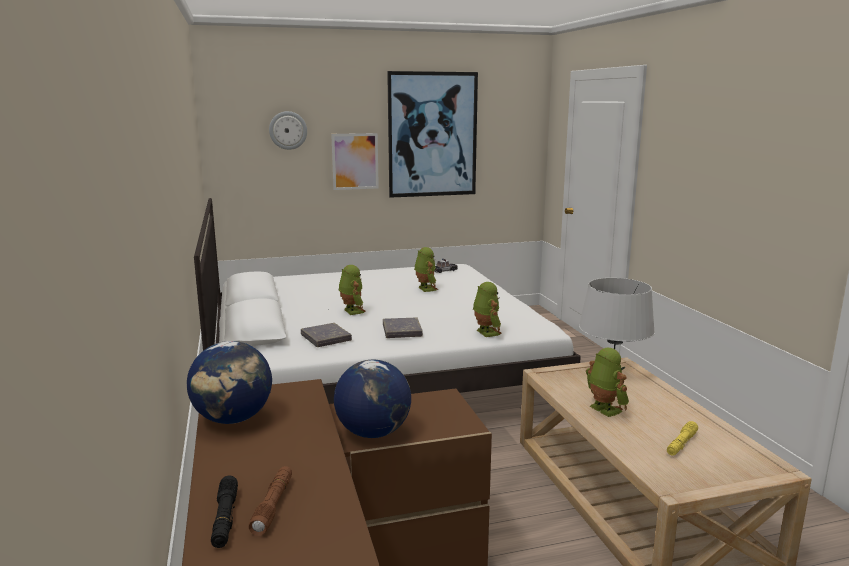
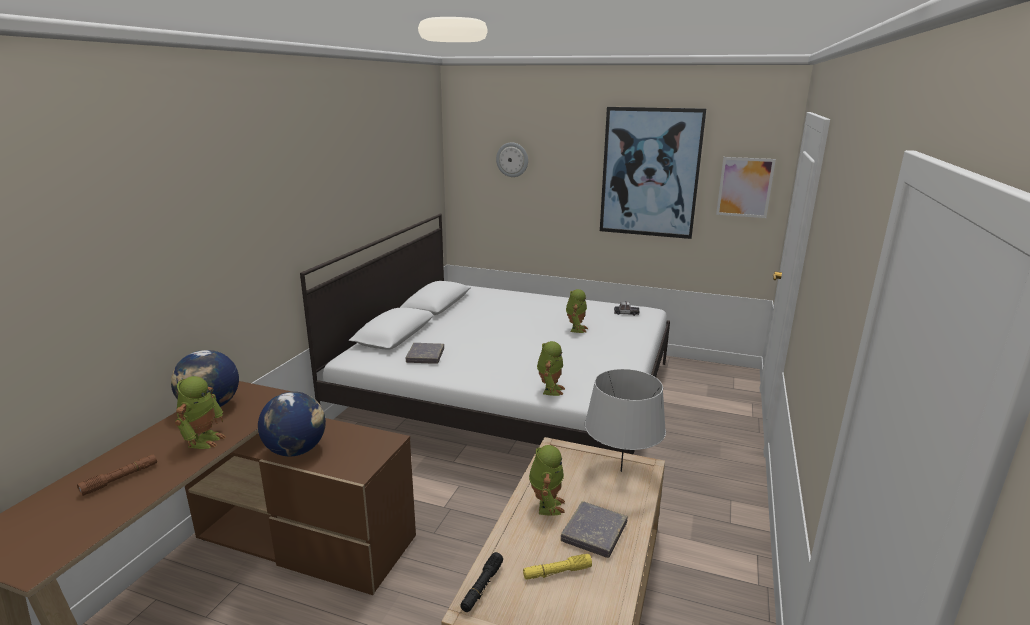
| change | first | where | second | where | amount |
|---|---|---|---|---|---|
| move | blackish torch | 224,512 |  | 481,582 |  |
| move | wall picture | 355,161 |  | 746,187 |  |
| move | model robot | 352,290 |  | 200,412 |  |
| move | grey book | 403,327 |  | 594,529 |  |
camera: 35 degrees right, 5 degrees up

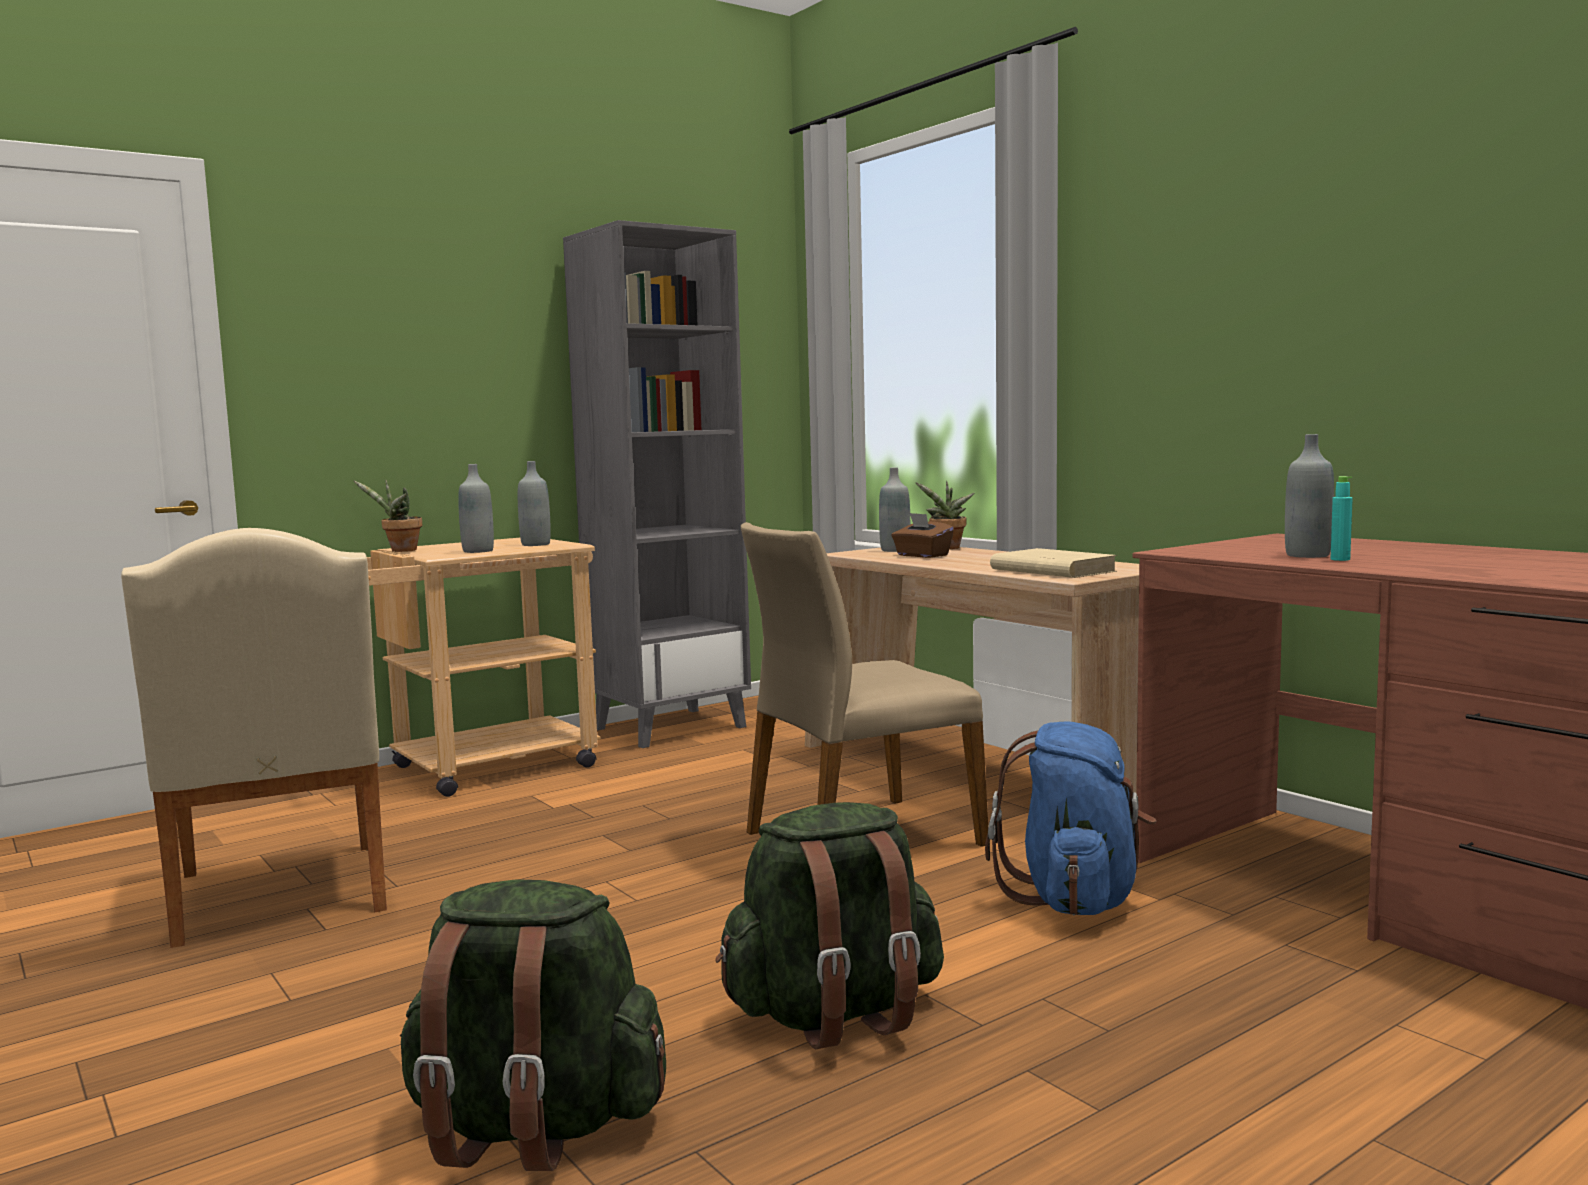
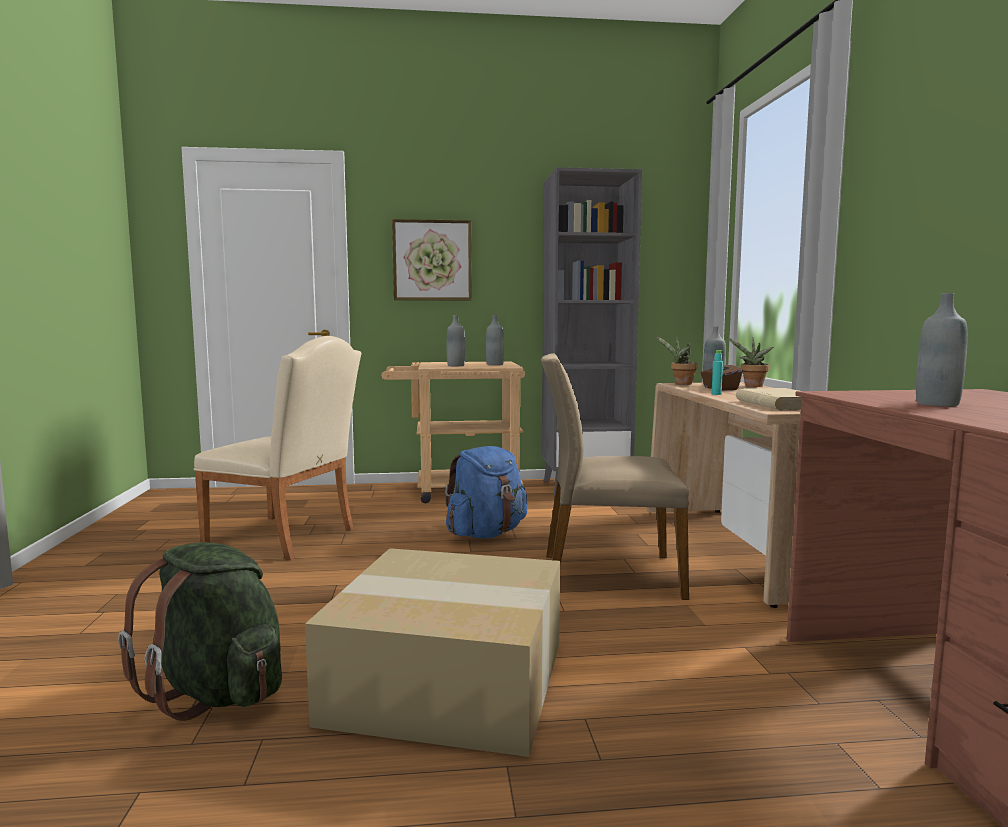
| change | first | where | second | where | amount |
|---|---|---|---|---|---|
| insert |  |  | wall picture | 432,259 |  |
| move | potted plant | 387,516 |  | 677,360 |  |
| move | bluish knapsack | 1070,818 |  | 486,492 |  |
| move | blue-green bottle | 1342,518 |  | 717,372 |  |
| replace | greenish knapsack | 829,926 | packing box | 432,652 |  |
| rotate | beige-coloured upright chair | 254,738 |  | 278,448 | 75 degrees counterclockwise |
camera: 30 degrees right, 0 degrees up

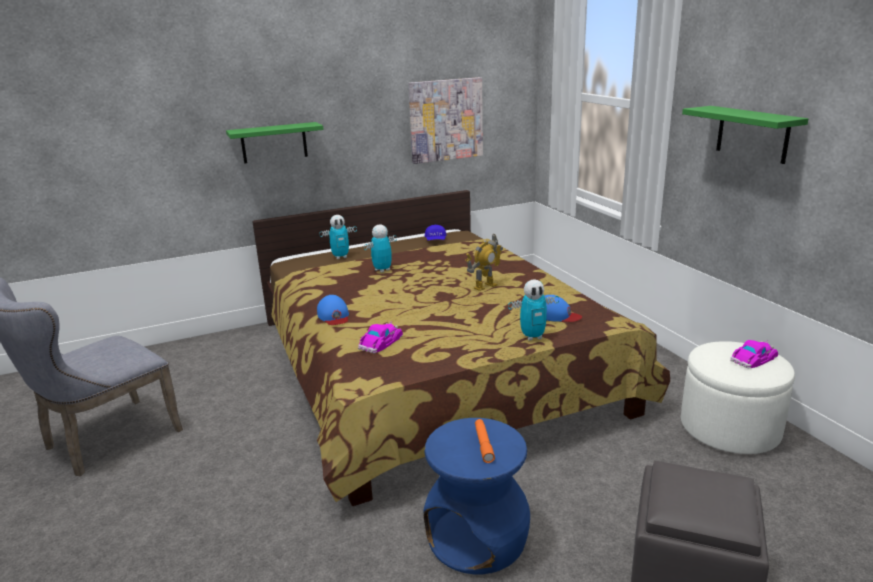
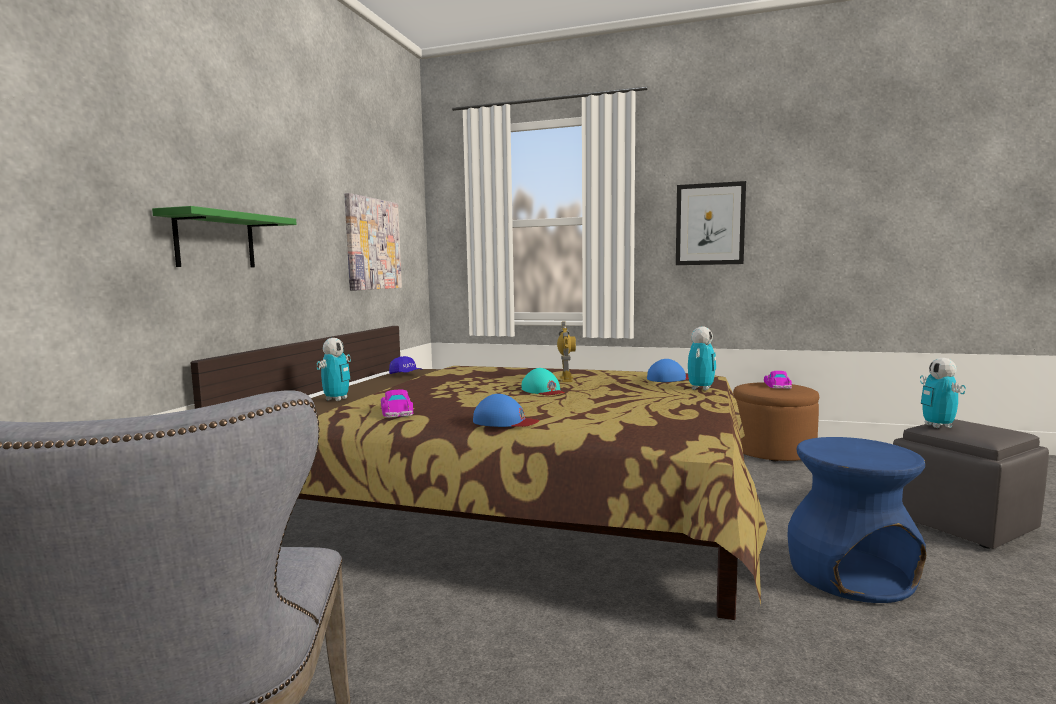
| change | first | where | second | where | amount |
|---|---|---|---|---|---|
| delete | orange-coloured torch | 485,441 |  |  |  |
| insert |  |  | blue-green baseball cap | 543,381 |  |
| move | miniature car | 380,337 |  | 397,403 |  |
| move | model robot | 380,248 |  | 943,393 |  |
| replace | greenish wall shelf | 745,135 | wall picture | 711,223 |  |
| recolor | whitish ottoman | 738,397 | brownish ottoman | 776,421 |  |
camera: 50 degrees left, 15 degrees down

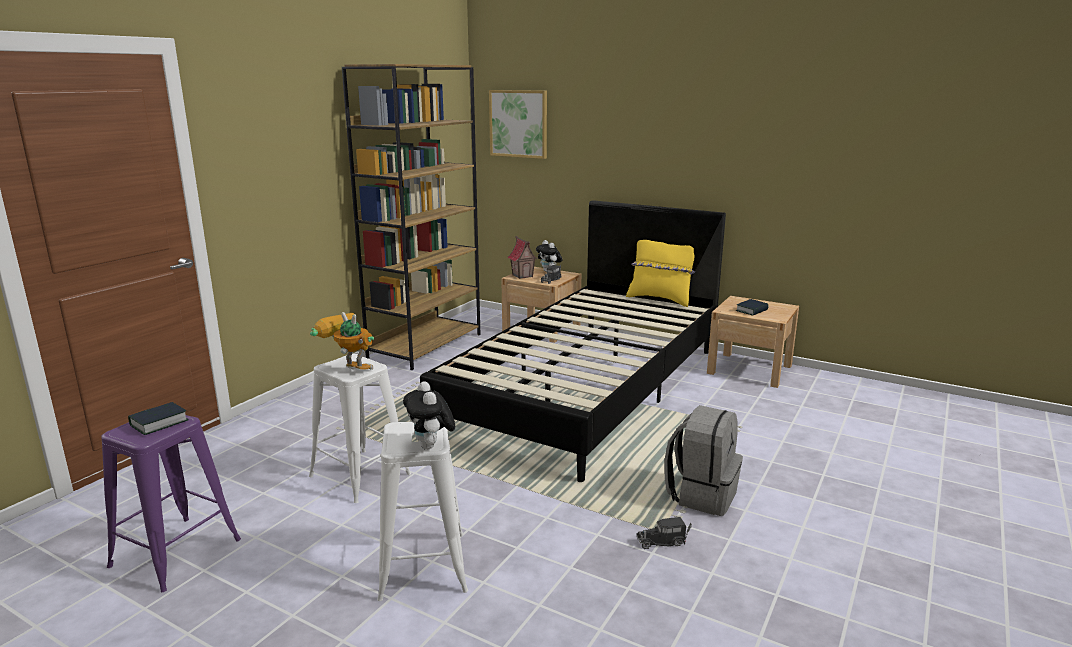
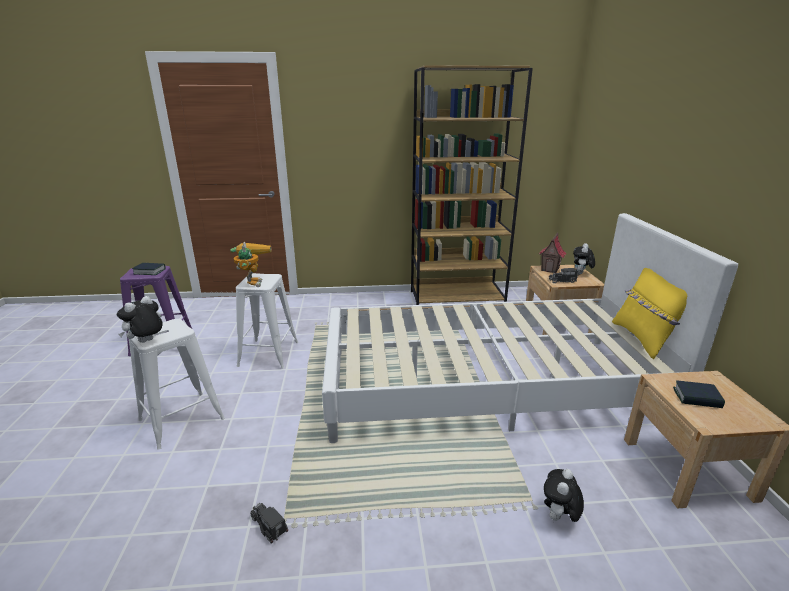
| change | first | where | second | where | amount |
|---|---|---|---|---|---|
| delete | wall picture | 518,124 |  |  |  |
| delete | grey knapsack | 703,460 |  |  |  |
| insert |  |  | plush toy | 564,495 |  |
| recolor | blackish bedroom bed | 573,341 | whitish bedroom bed | 530,328 |  |
camera: 55 degrees right, 5 degrees up

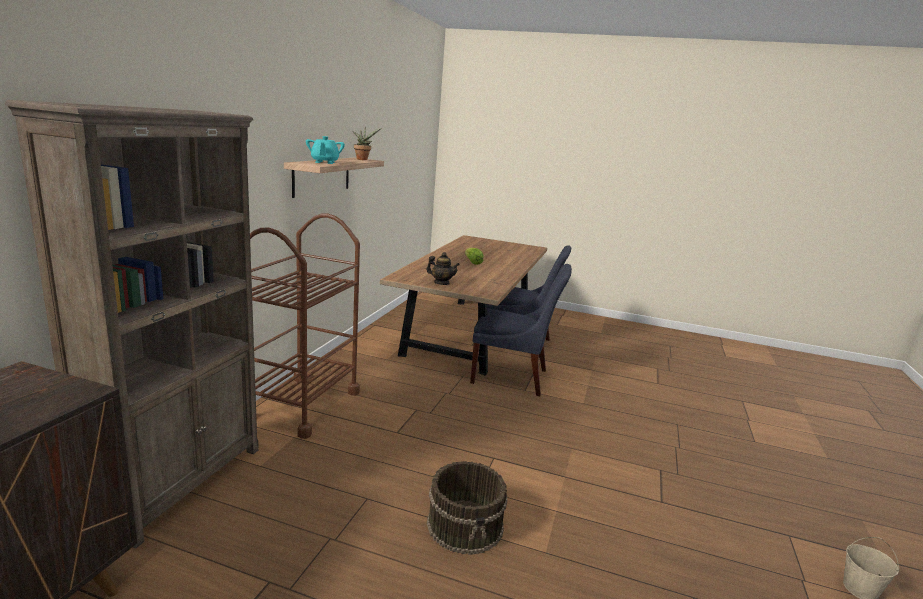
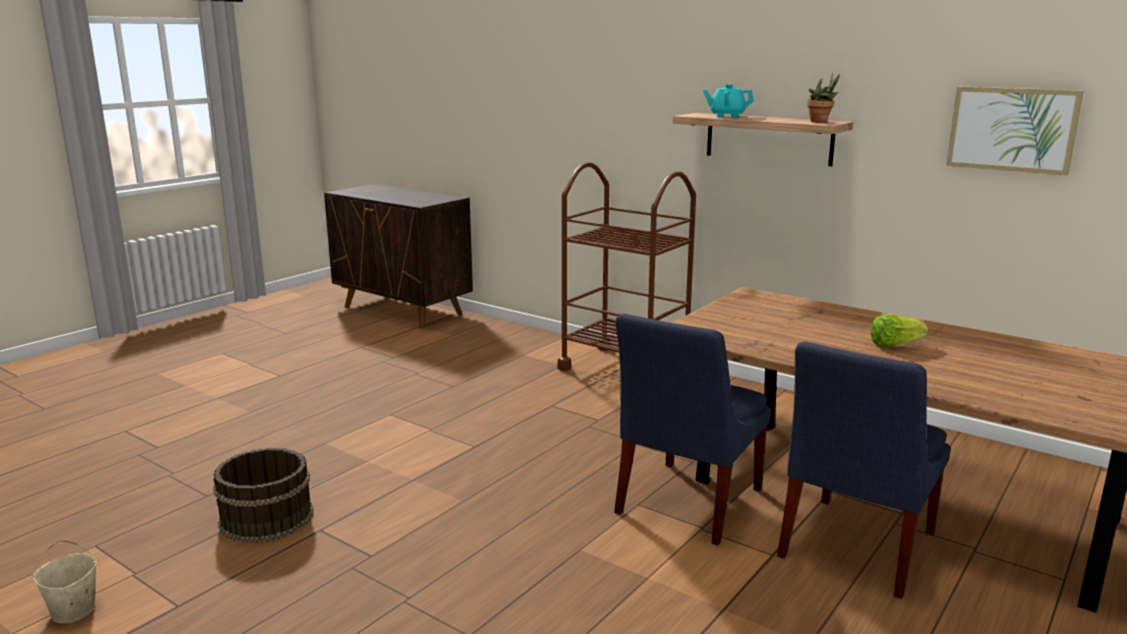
| change | first | where | second | where | amount |
|---|---|---|---|---|---|
| delete | brownish bookshelf | 132,324 |  |  |  |
| delete | tea pot | 443,268 |  |  |  |
| insert |  |  | wall picture | 1015,131 |  |
| move | brownish pail | 467,508 |  | 263,495 |  |
camera: 110 degrees right, 0 degrees up

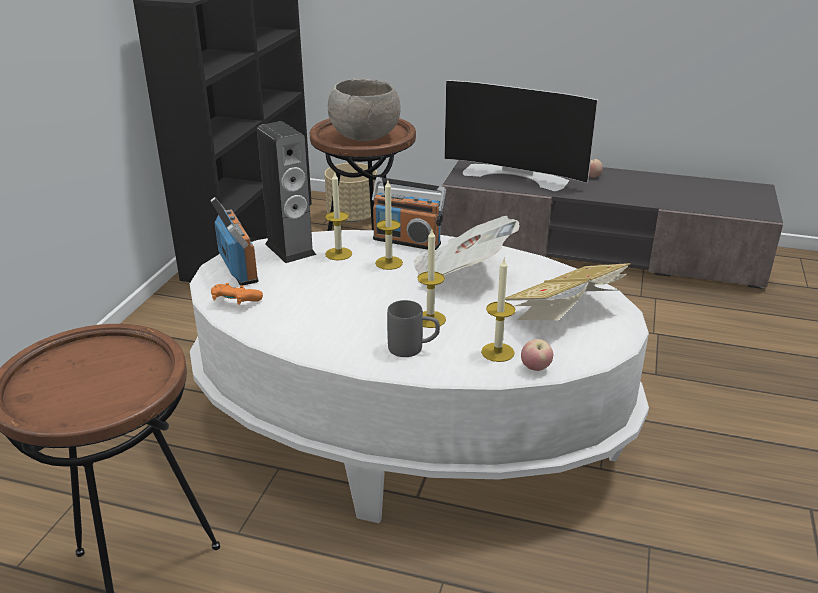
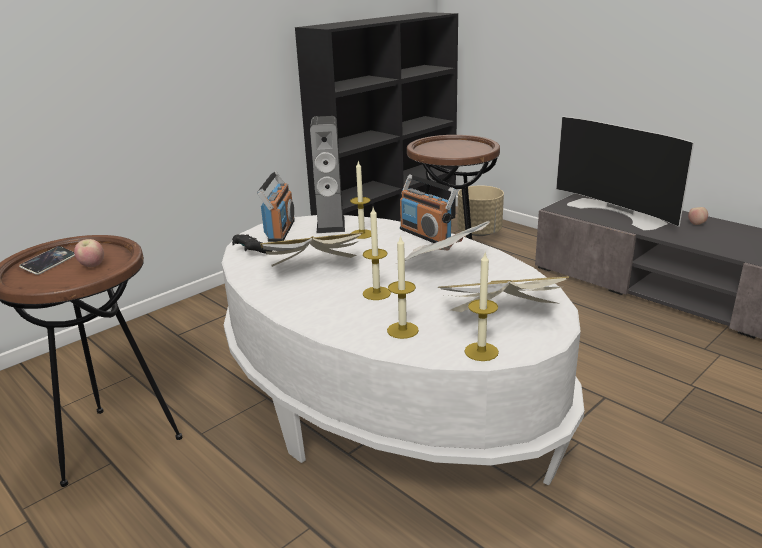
| change | first | where | second | where | amount |
|---|---|---|---|---|---|
| delete | grey bowl | 364,109 |  |  |  |
| delete | grey tea mug | 413,328 |  |  |  |
| insert |  |  | phone | 47,260 |  |
| insert |  |  | book | 311,249 |  |
| move | wax light | 389,225 |  | 482,306 |  |
| move | whole apple | 537,355 |  | 89,253 |  |
| recolor | orange-coloured joypad | 237,294 | blackish joypad | 252,244 |  |
camera: 30 degrees right, 5 degrees down

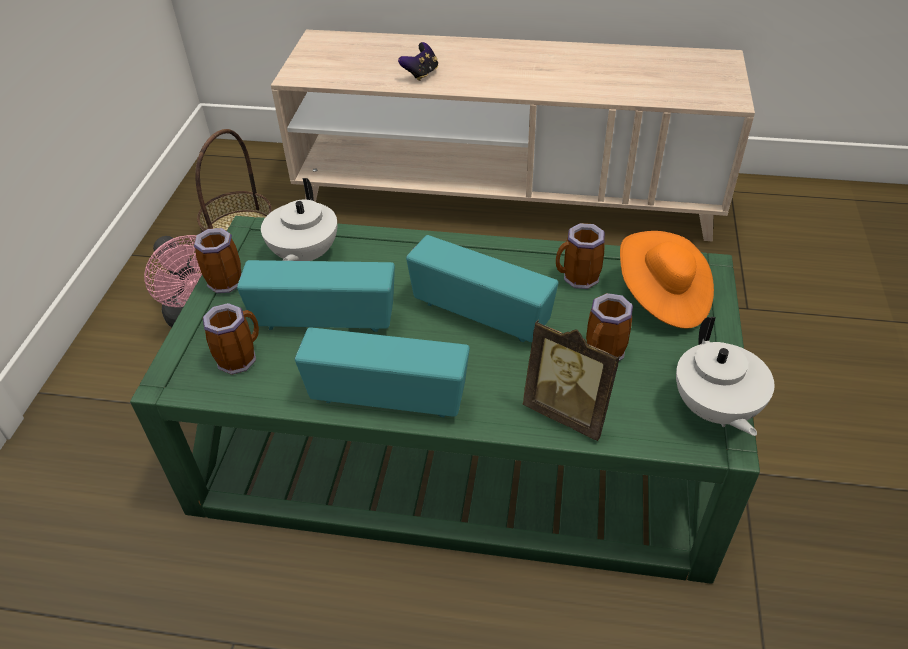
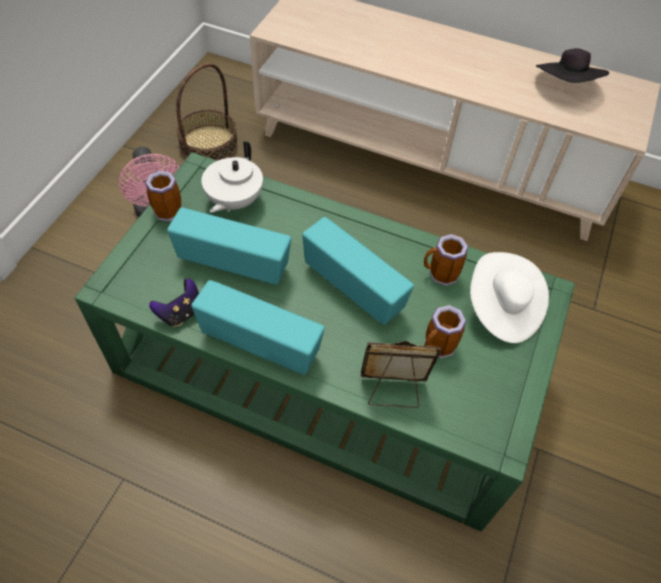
| change | first | where | second | where | amount |
|---|---|---|---|---|---|
| delete | tea mug | 230,339 |  |  |  |
| delete | whitish tea pot | 725,376 |  |  |  |
| insert |  |  | blackish wearable hat | 572,65 |  |
| move | joypad | 418,61 |  | 174,302 |  |
| recolor | orange-coloured wearable hat | 667,280 | whitish wearable hat | 509,297 |  |
| rotate | standing frame | 571,380 |  | 401,374 | 135 degrees clockwise |
camera: 10 degrees right, 10 degrees up

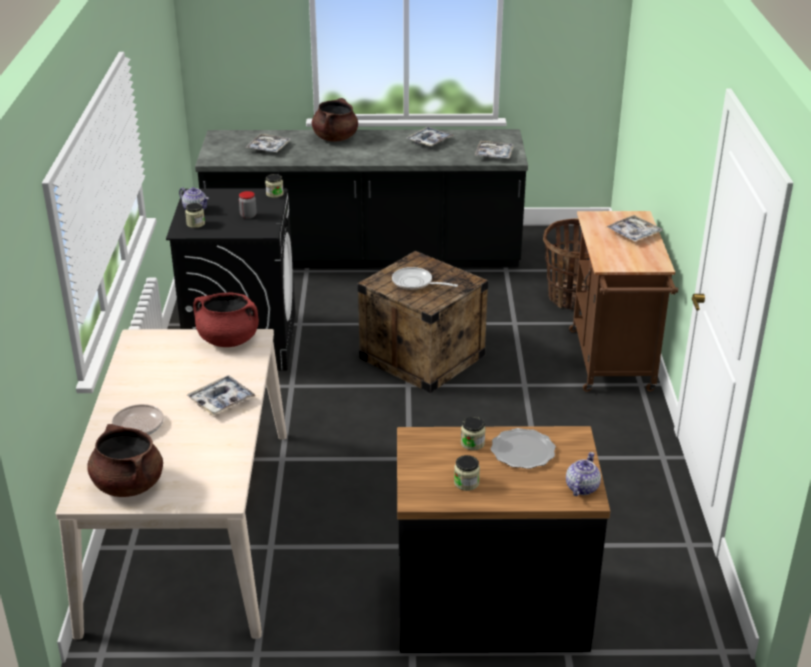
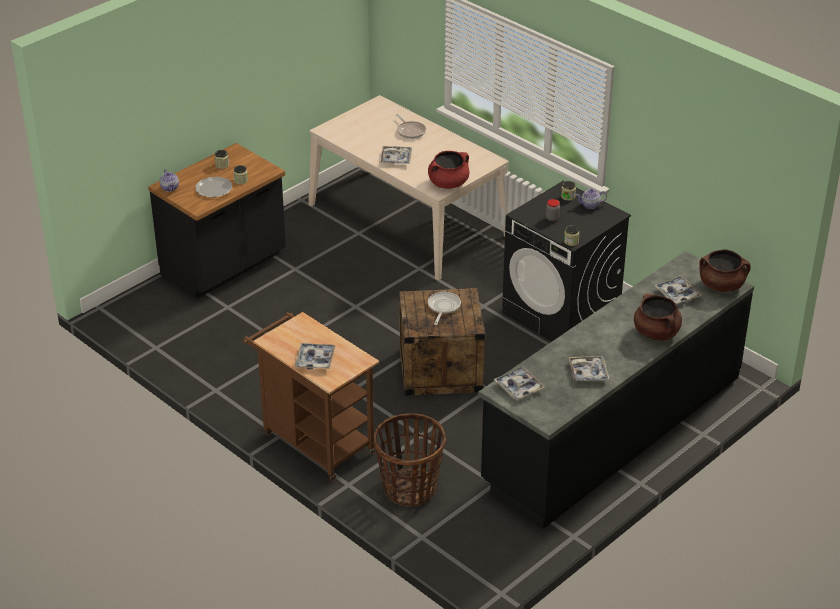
| change | first | where | second | where | amount |
|---|---|---|---|---|---|
| move | brownish stockpot | 125,460 |  | 725,271 |  |
| rotate | frying pan | 425,278 |  | 444,308 | 60 degrees counterclockwise |
camera: 135 degrees right, 5 degrees up

